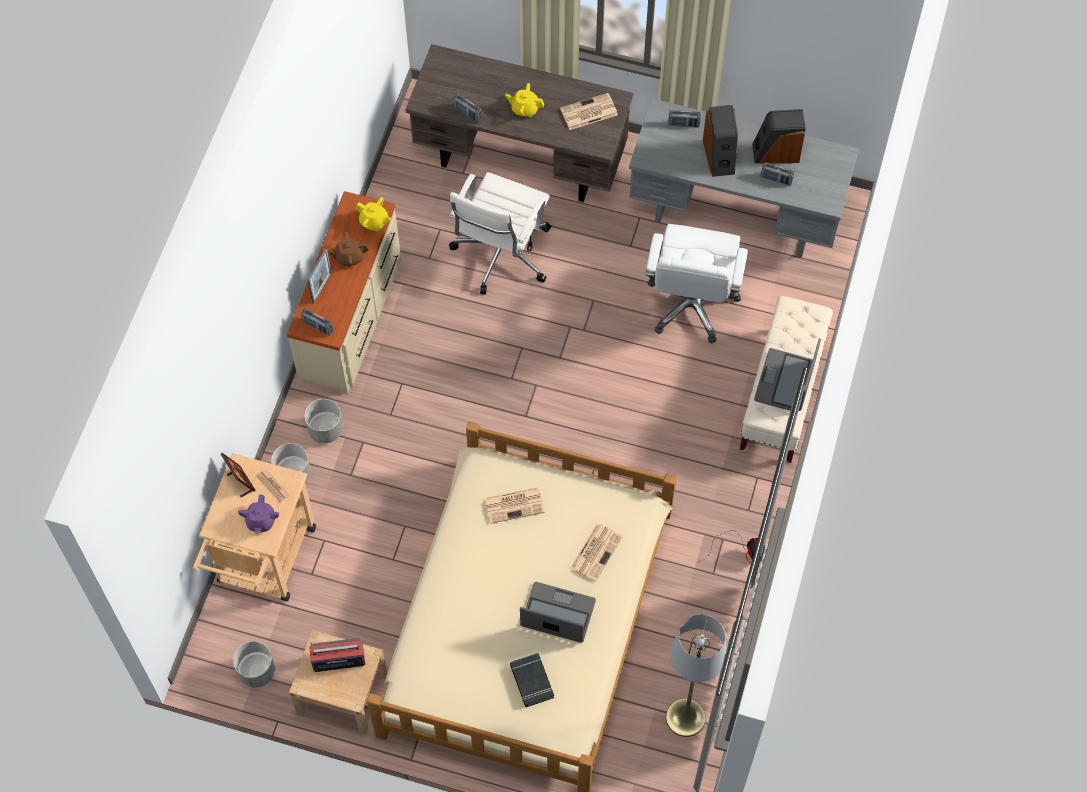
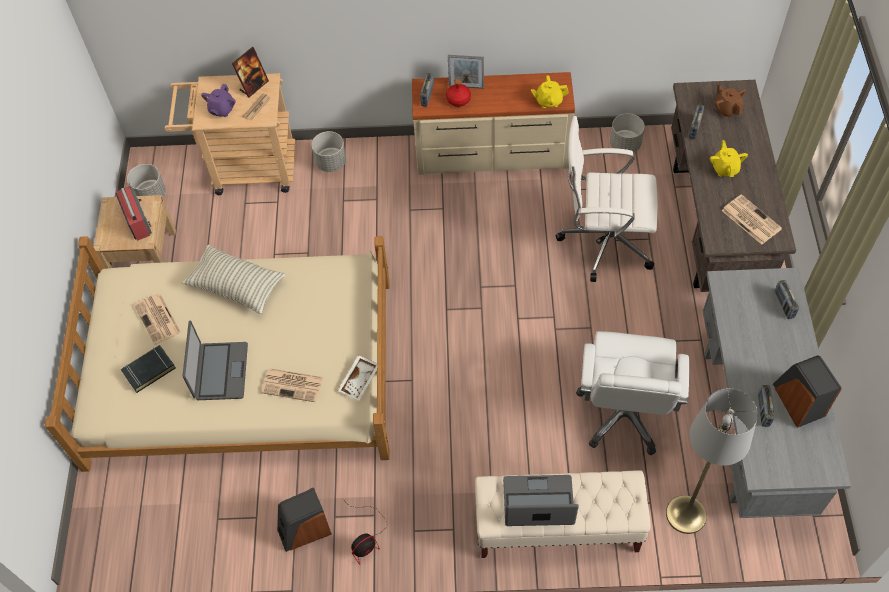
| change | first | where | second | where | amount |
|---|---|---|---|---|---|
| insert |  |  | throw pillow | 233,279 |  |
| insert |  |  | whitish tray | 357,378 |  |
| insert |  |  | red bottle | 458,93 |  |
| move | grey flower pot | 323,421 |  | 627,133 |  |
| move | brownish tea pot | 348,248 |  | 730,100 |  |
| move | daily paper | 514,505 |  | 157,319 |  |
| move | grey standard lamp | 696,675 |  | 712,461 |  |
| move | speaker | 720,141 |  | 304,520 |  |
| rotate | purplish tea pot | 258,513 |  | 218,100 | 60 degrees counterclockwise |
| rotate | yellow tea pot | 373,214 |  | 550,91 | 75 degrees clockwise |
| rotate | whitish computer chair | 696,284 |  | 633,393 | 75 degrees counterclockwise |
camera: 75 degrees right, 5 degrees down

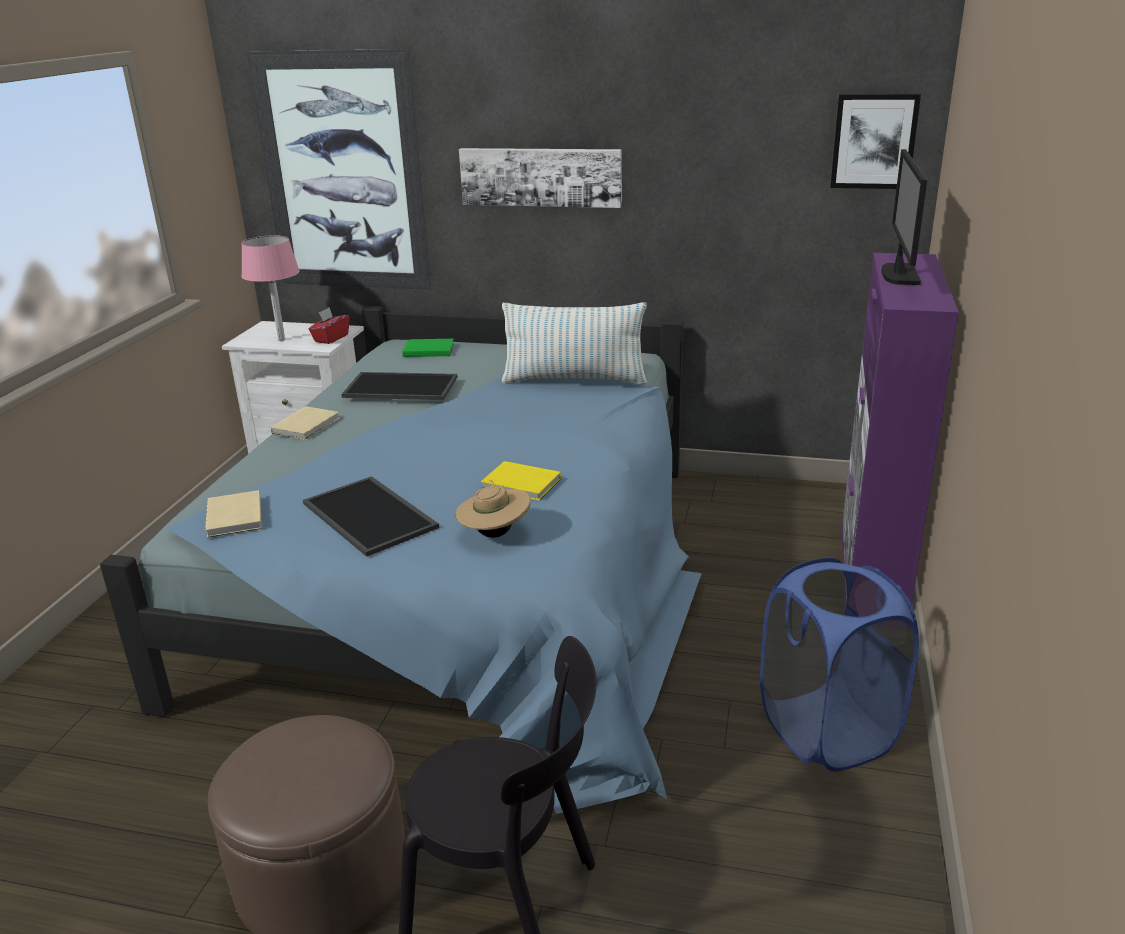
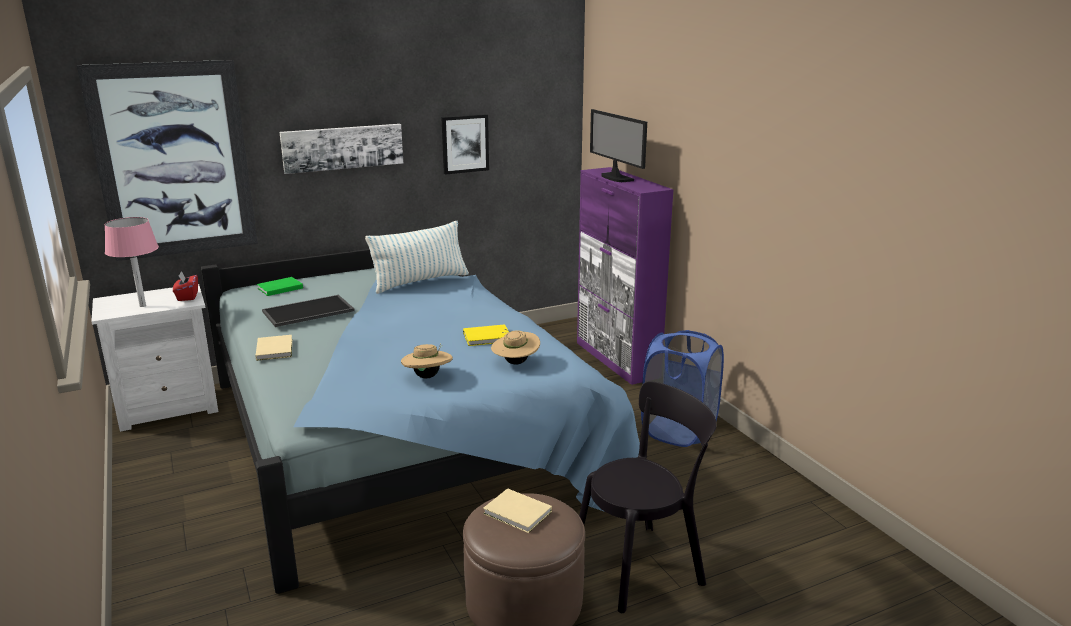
| change | first | where | second | where | amount |
|---|---|---|---|---|---|
| move | beige-coloured book | 233,514 |  | 517,510 |  |
| move | wall picture | 875,141 |  | 465,144 |  |
| replace | tray | 371,516 | beige-coloured wearable hat | 427,360 |  |
camera: 40 degrees left, 5 degrees down

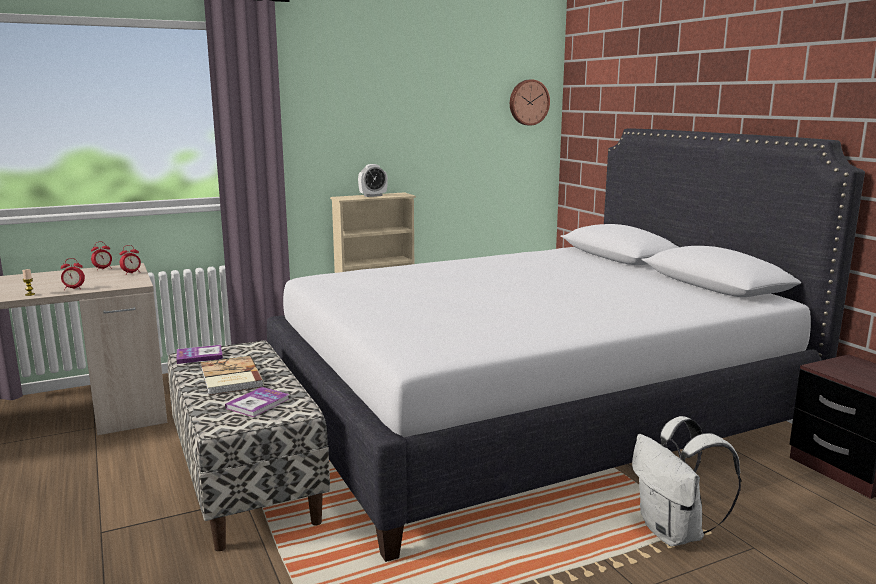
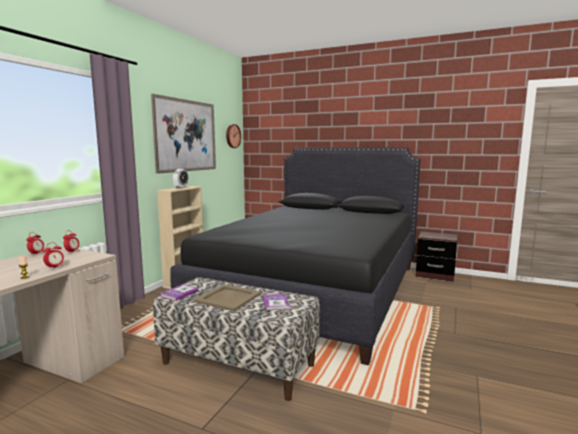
| change | first | where | second | where | amount |
|---|---|---|---|---|---|
| delete | whitish knapsack | 686,481 |  |  |  |
| insert |  |  | wall picture | 183,134 |  |
| replace | book | 232,375 | beige-coloured tray | 227,297 |  |
| recolor | whitish bedroom bed | 566,345 | blackish bedroom bed | 295,256 |  |
camera: 40 degrees left, 5 degrees down

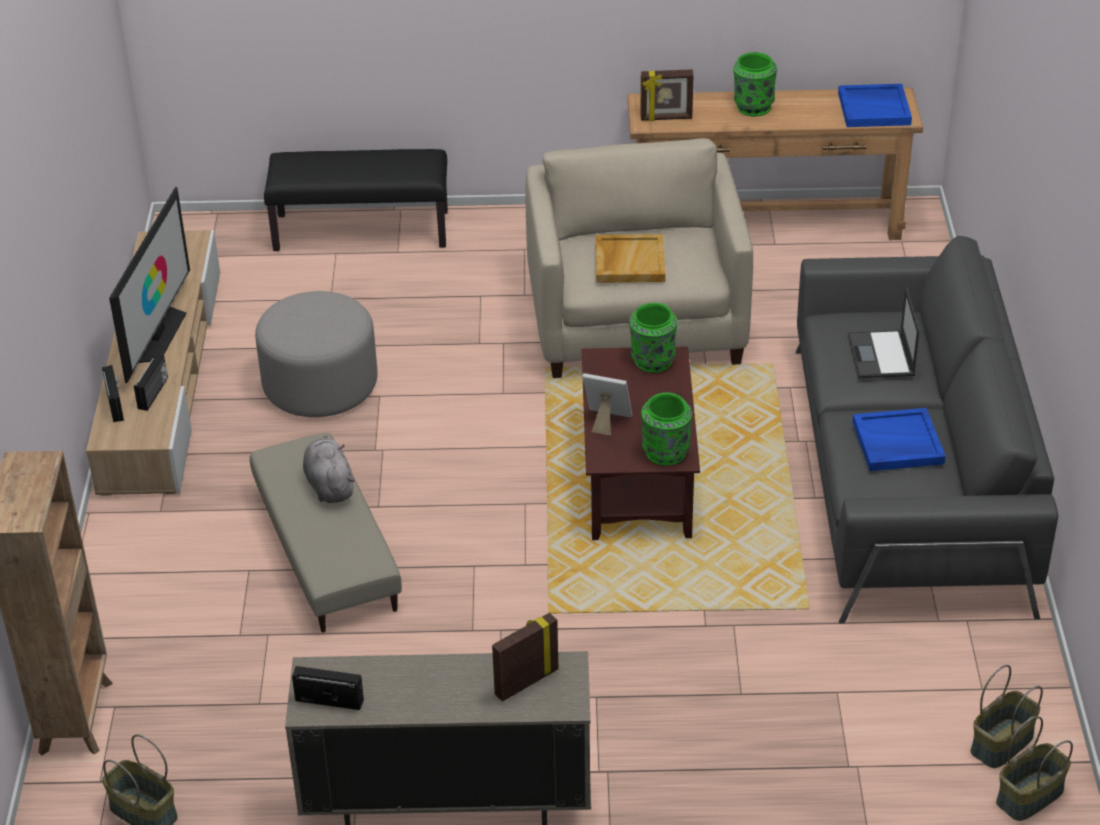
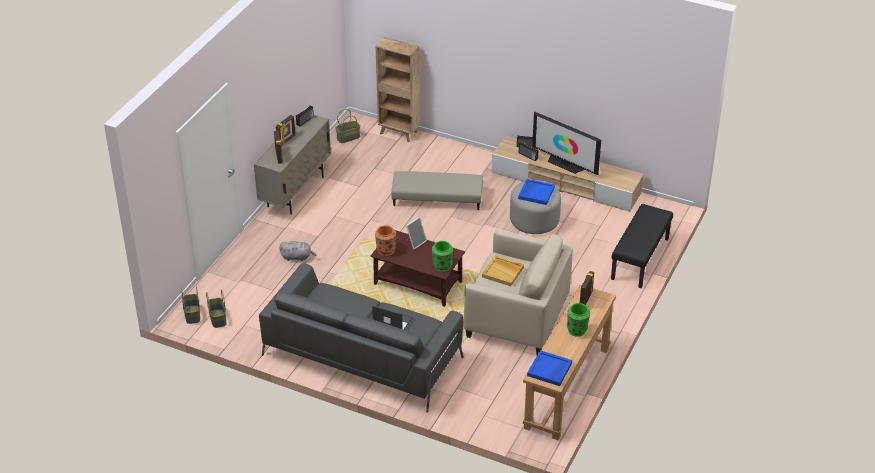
| change | first | where | second | where | amount |
|---|---|---|---|---|---|
| insert |  |  | standing frame | 285,130 |  |
| move | grey plush toy | 329,469 |  | 298,251 |  |
| move | bluish tray | 899,439 |  | 536,192 |  |
| recolor | greenish flower vase | 666,429 | orange-coloured flower vase | 385,240 |  |
camera: 115 degrees right, 0 degrees up

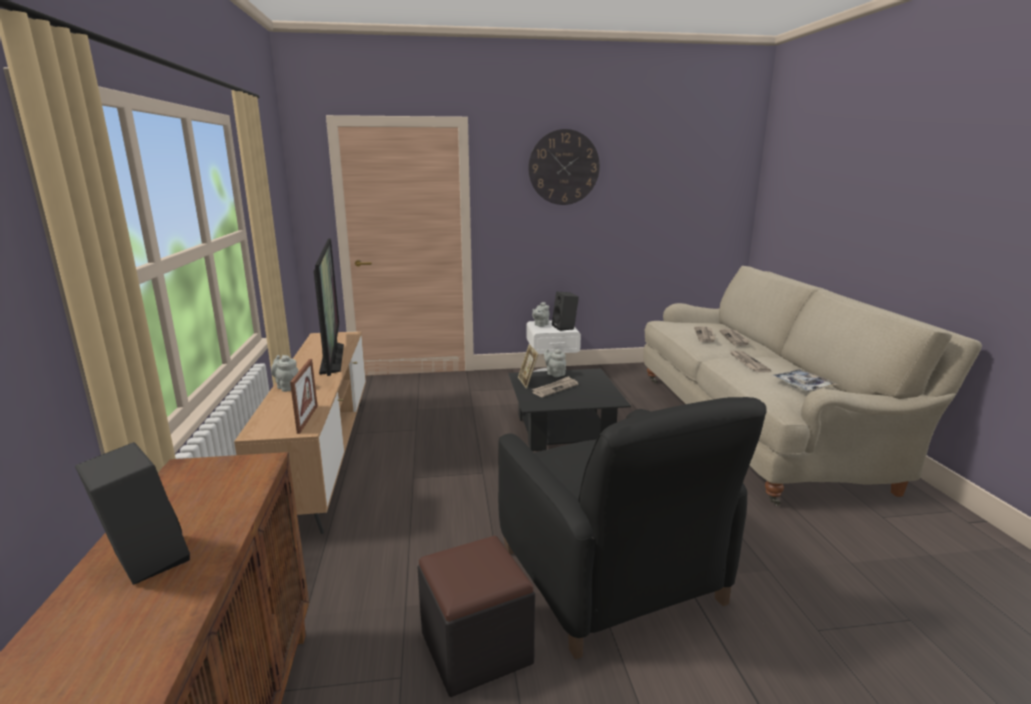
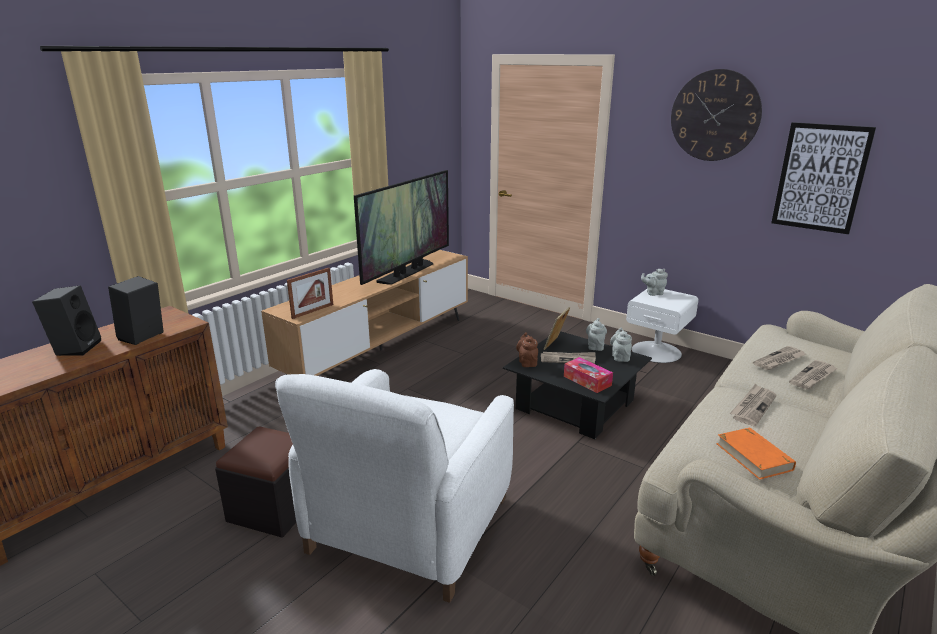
| change | first | where | second | where | amount |
|---|---|---|---|---|---|
| insert |  |  | brownish tea pot | 527,349 |  |
| insert |  |  | tissue box | 588,375 |  |
| insert |  |  | wall picture | 823,178 |  |
| move | grey tea pot | 285,373 |  | 621,345 |  |
| move | blackish speaker | 565,311 |  | 136,310 |  |
| replace | tray | 804,380 | orange-coloured book | 756,453 |  |
| recolor | blackish easy chair | 632,528 | whitish easy chair | 394,486 |  |
camera: 45 degrees right, 5 degrees up

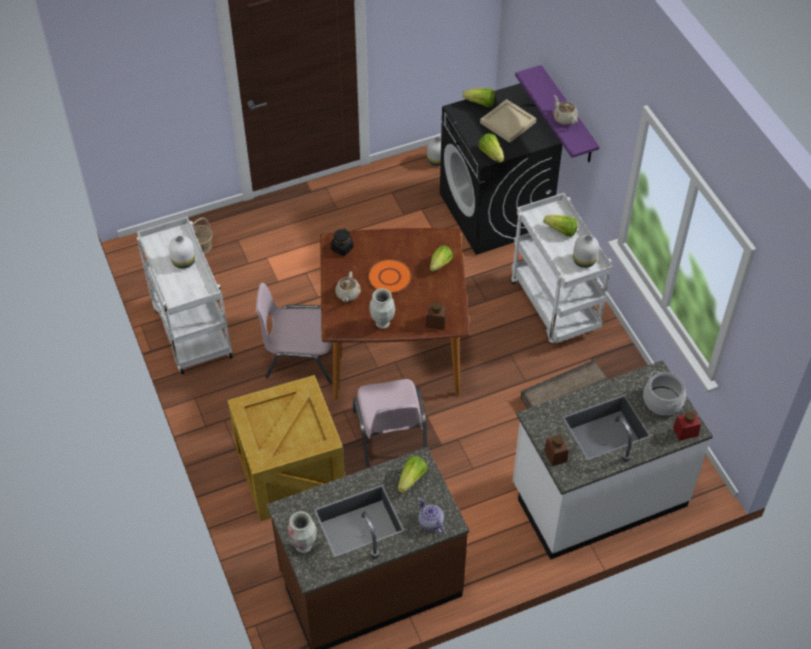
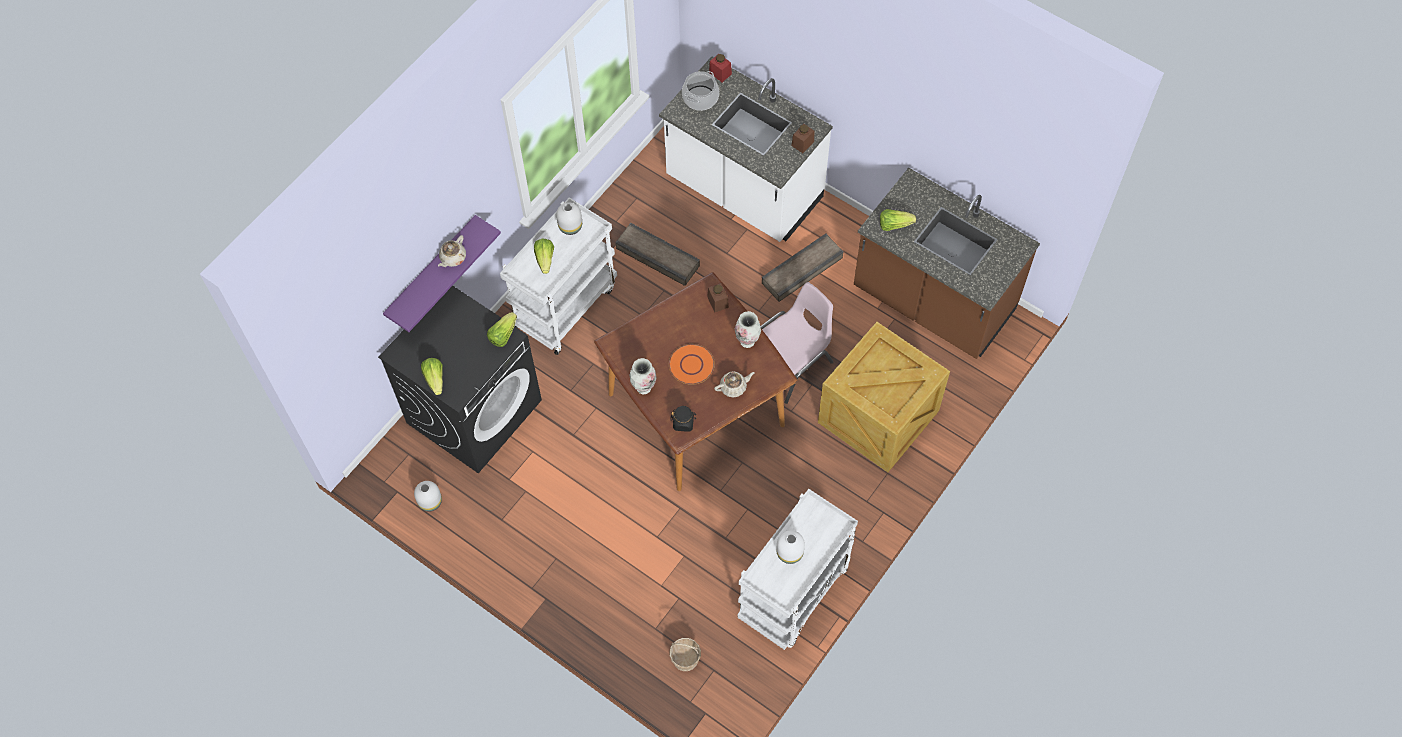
| change | first | where | second | where | amount |
|---|---|---|---|---|---|
| delete | pink-coloured upright chair | 294,333 |  |  |  |
| delete | tea pot | 431,515 |  |  |  |
| delete | lettuce head | 441,259 |  |  |  |
| delete | beige-coloured tray | 508,121 |  |  |  |
| insert |  |  | crate | 803,267 |  |
| move | flower vase | 302,532 |  | 643,376 |  |
camera: 120 degrees left, 10 degrees up

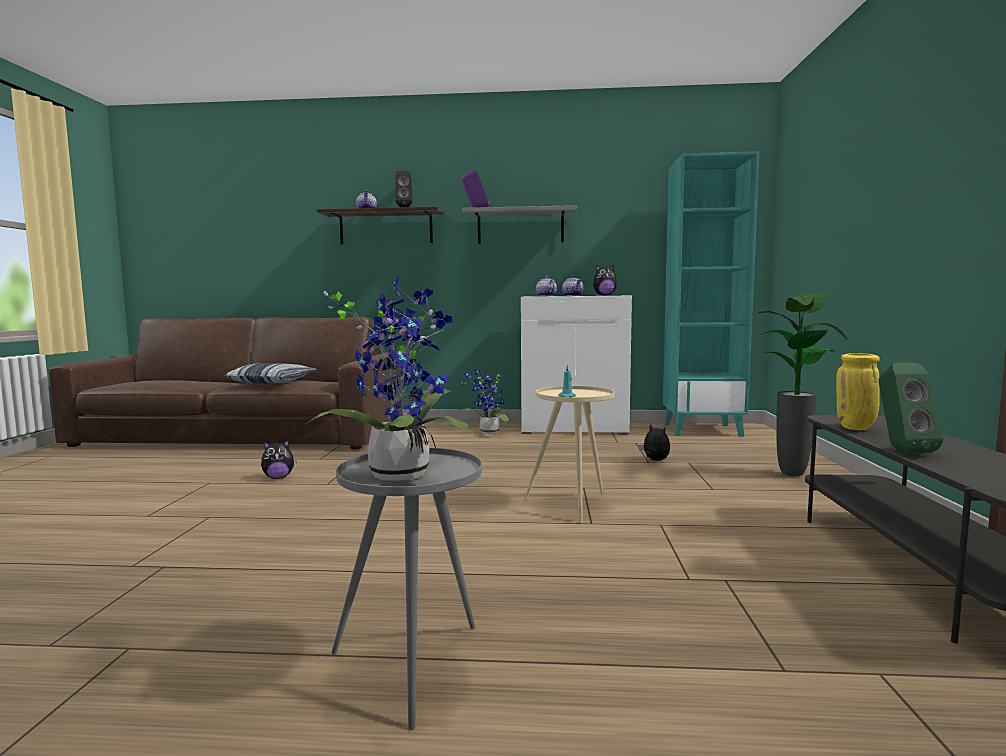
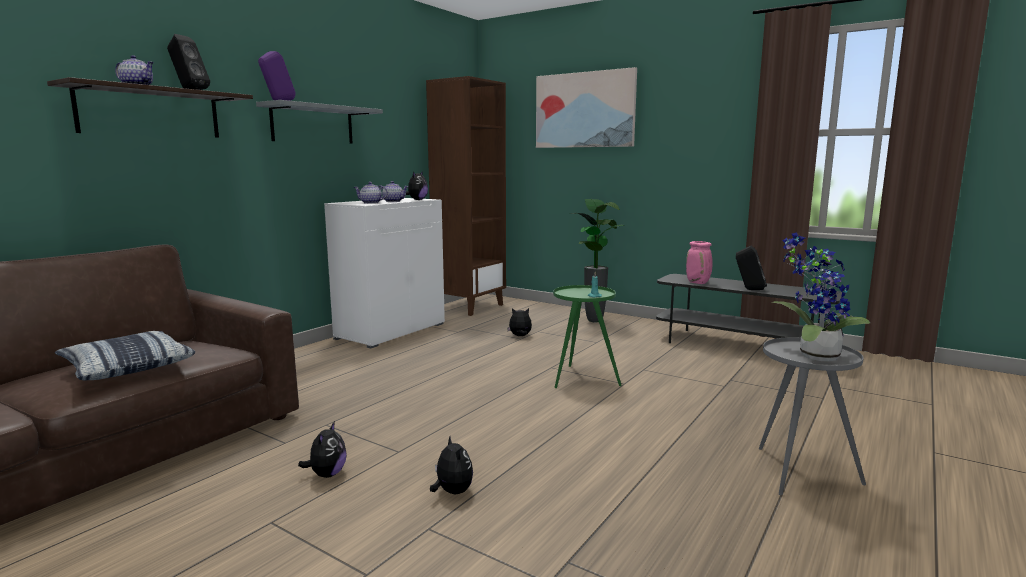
| change | first | where | second | where | amount |
|---|---|---|---|---|---|
| delete | potted plant | 484,401 |  |  |  |
| insert |  |  | plush toy | 451,465 |  |
| insert |  |  | wall picture | 586,107 |  |
| recolor | beige-coloured end table | 570,454 | greenish end table | 587,336 |  |
| recolor | blue-green bookshelf | 711,293 | brownish bookshelf | 466,196 |  |
| recolor | yellow flower vase | 858,391 | pink-coloured flower vase | 699,262 |  |
| recolor | greenish speaker | 911,407 | blackish speaker | 751,268 |  |
camera: 60 degrees left, 5 degrees up

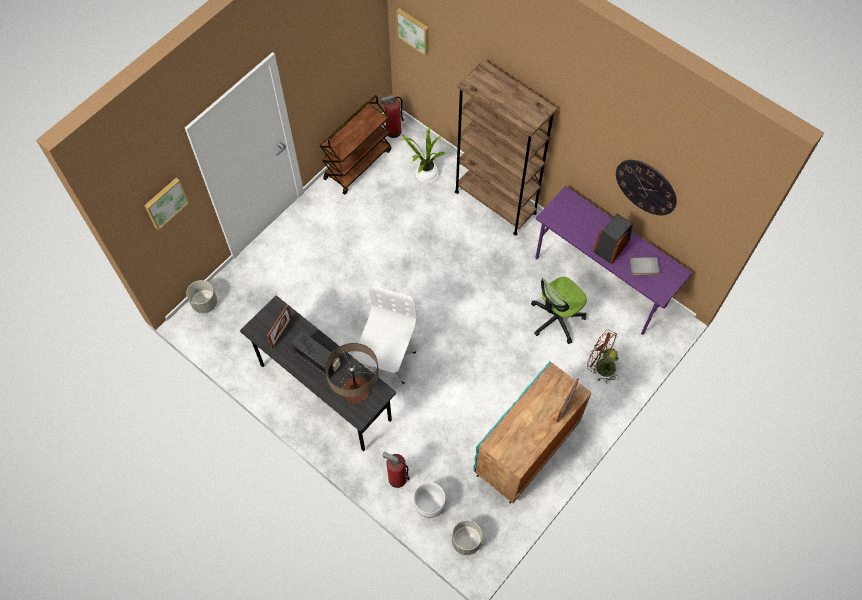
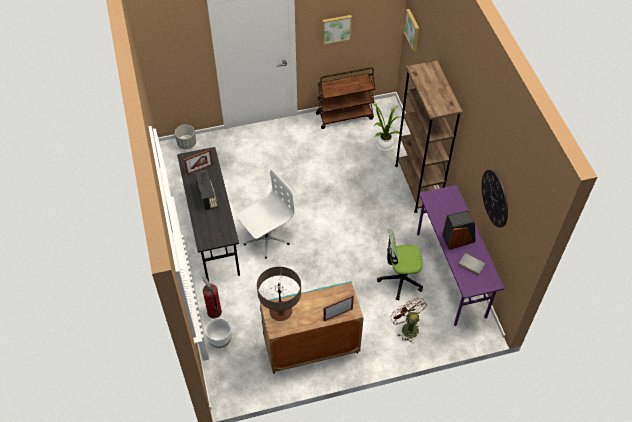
| change | first | where | second | where | amount |
|---|---|---|---|---|---|
| delete | fire-fighting cylinder | 392,116 |  |  |  |
| delete | grey flower pot | 467,537 |  |  |  |
| move | wall picture | 166,204 |  | 337,30 |  |
| move | lamp for a table | 352,373 |  | 279,294 |  |
camera: 35 degrees right, 10 degrees down

